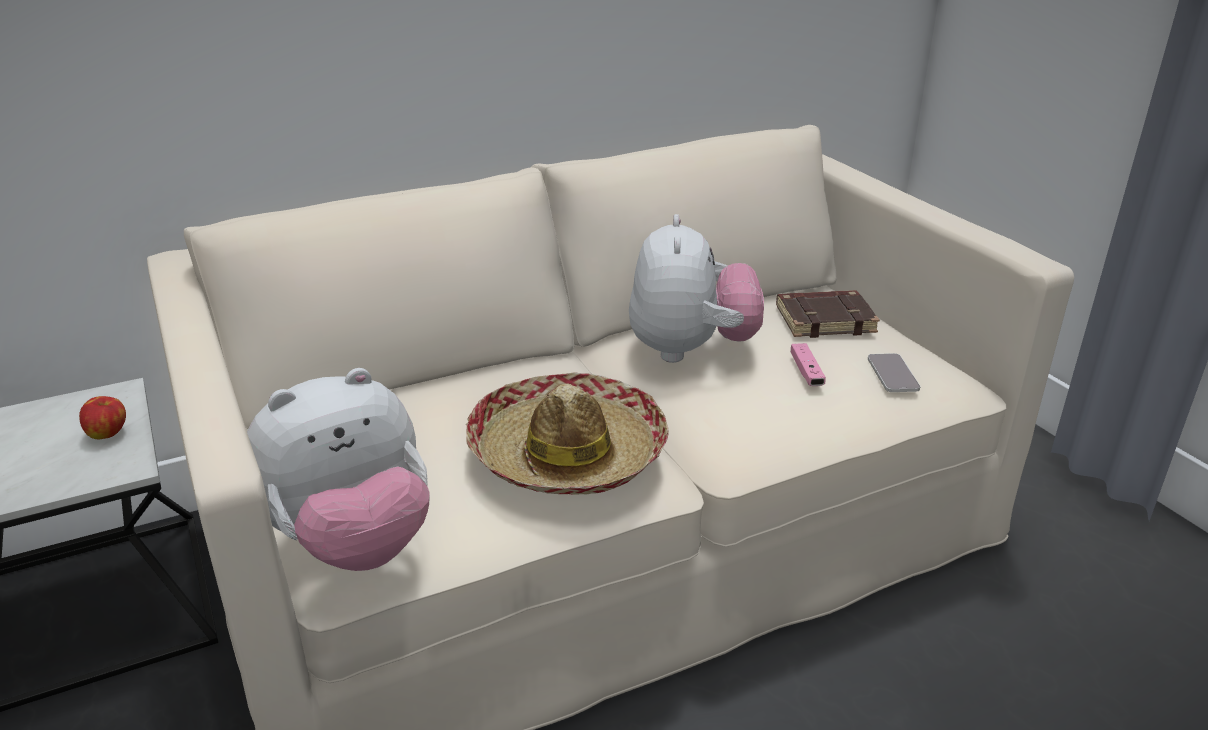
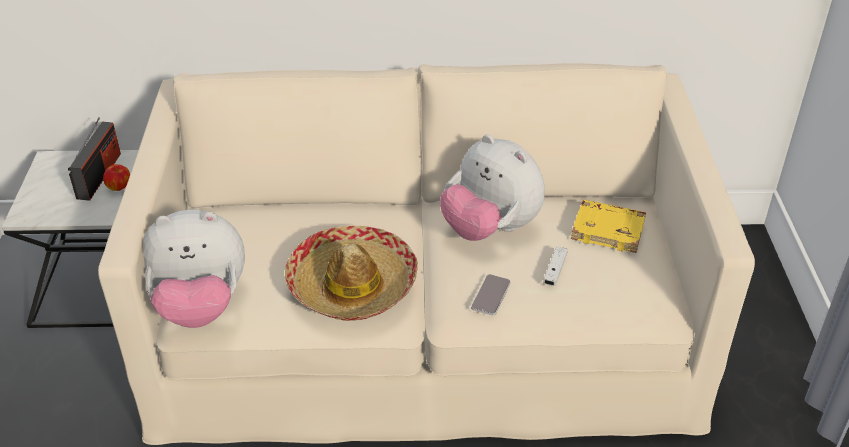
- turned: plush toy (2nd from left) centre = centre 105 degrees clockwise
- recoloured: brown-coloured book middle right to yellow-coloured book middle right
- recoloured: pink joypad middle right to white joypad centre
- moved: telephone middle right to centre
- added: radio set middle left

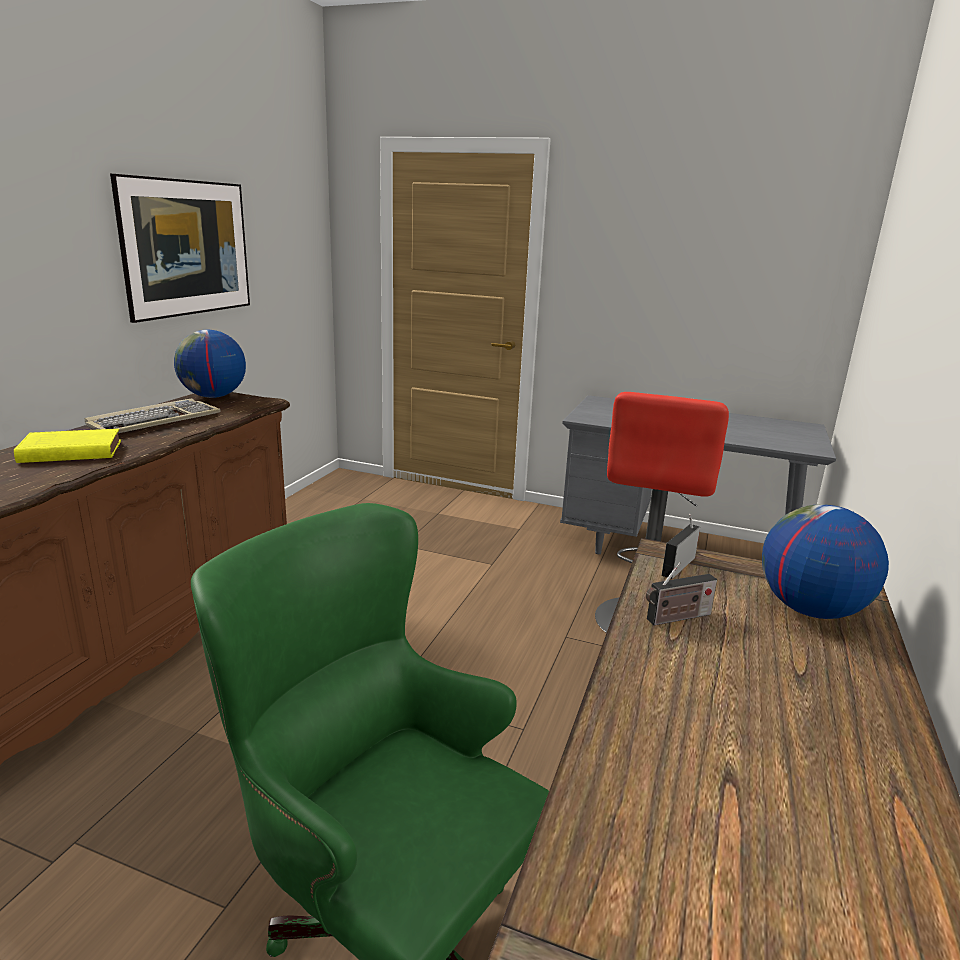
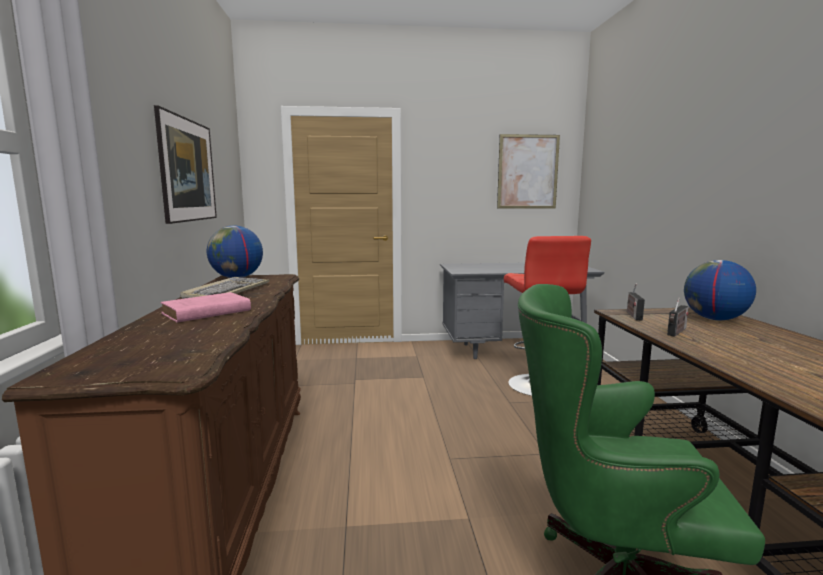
- recoloured: yellow-coloured book middle left to pink book middle left
- added: wall picture (2nd from left) top centre

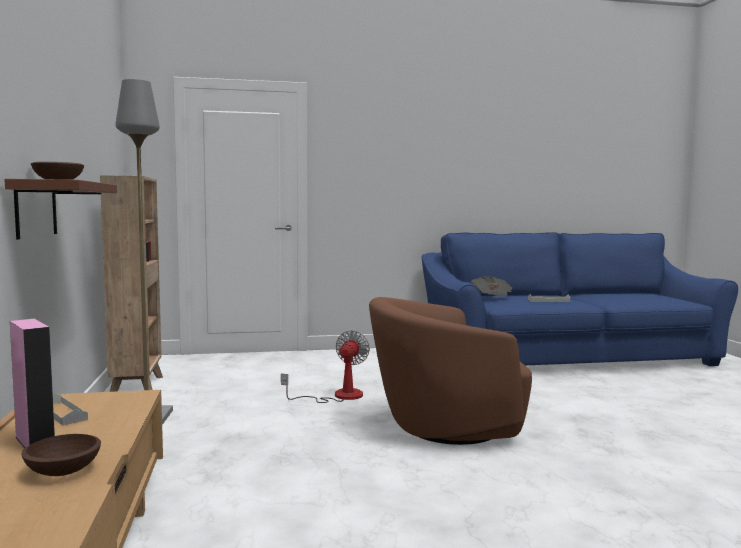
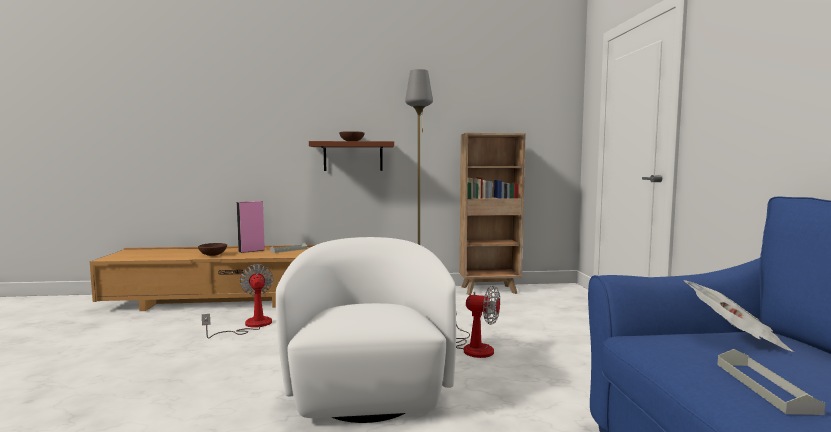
- recoloured: brown-coloured lounge chair bottom centre to white lounge chair bottom centre
- added: cooling fan (1st from left) bottom left

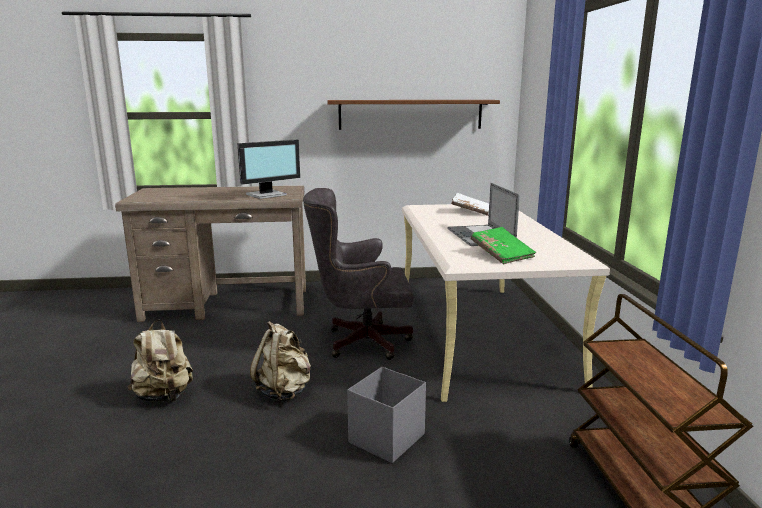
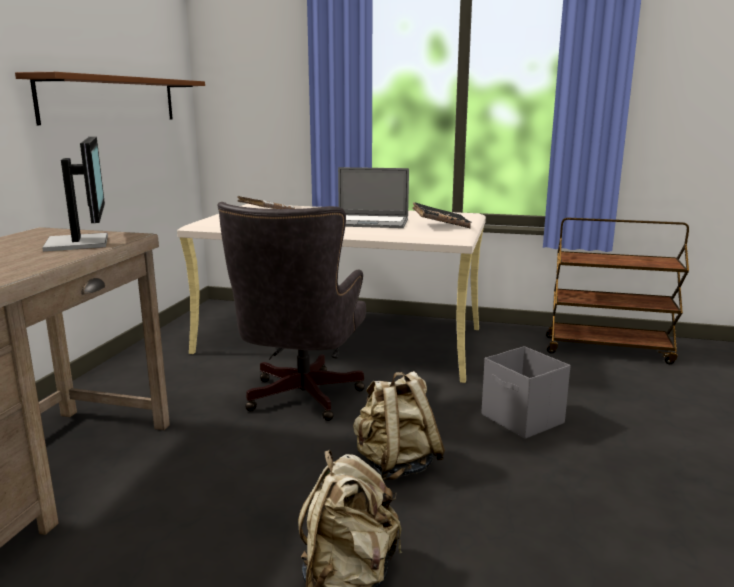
- recoloured: green-coloured book centre to black-coloured book centre

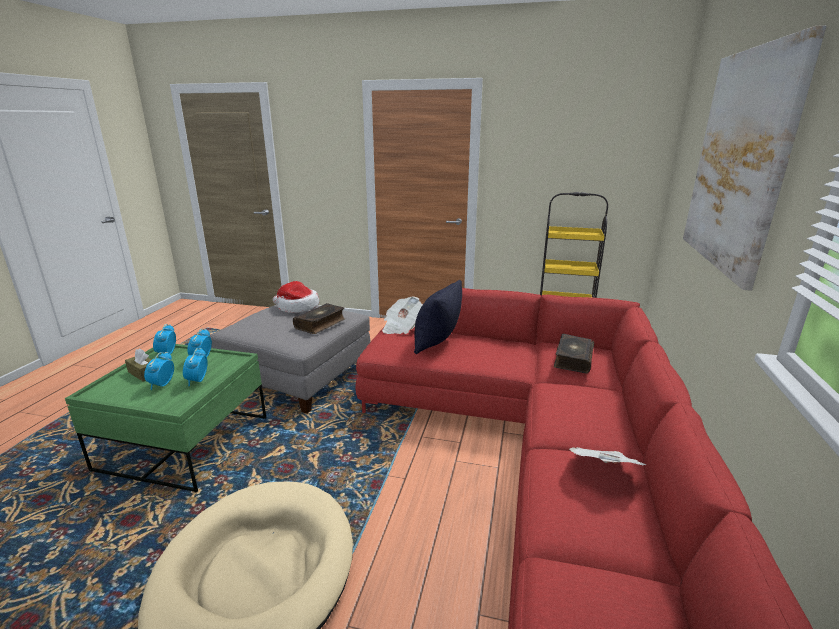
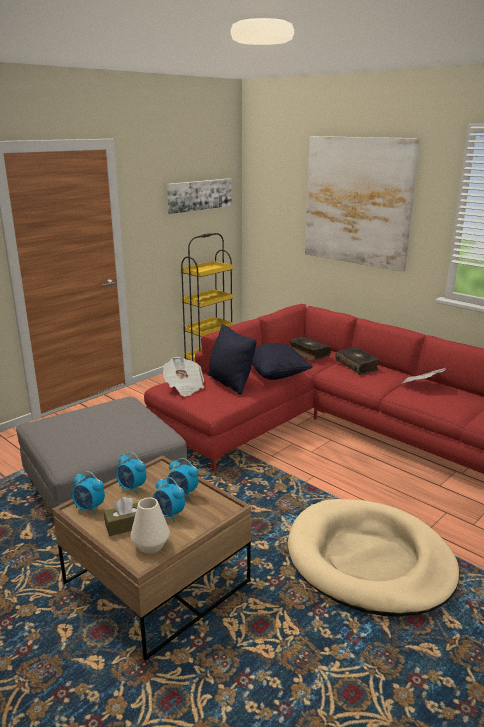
- removed: clothing hat centre
- moved: book (1st from left in the first image) centre to book (2nd from left) middle right
- recoloured: green-coloured lounge table middle left to brown-coloured lounge table bottom left
- added: wall picture (1st from left) top centre
- added: black-coloured throw pillow (2nd from left) centre
- added: white decorative vase bottom left

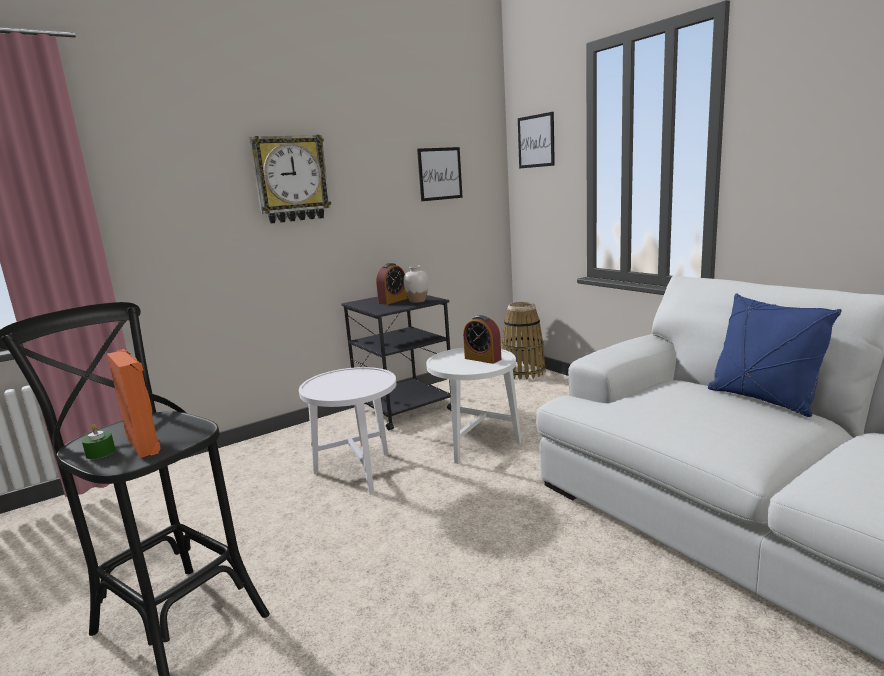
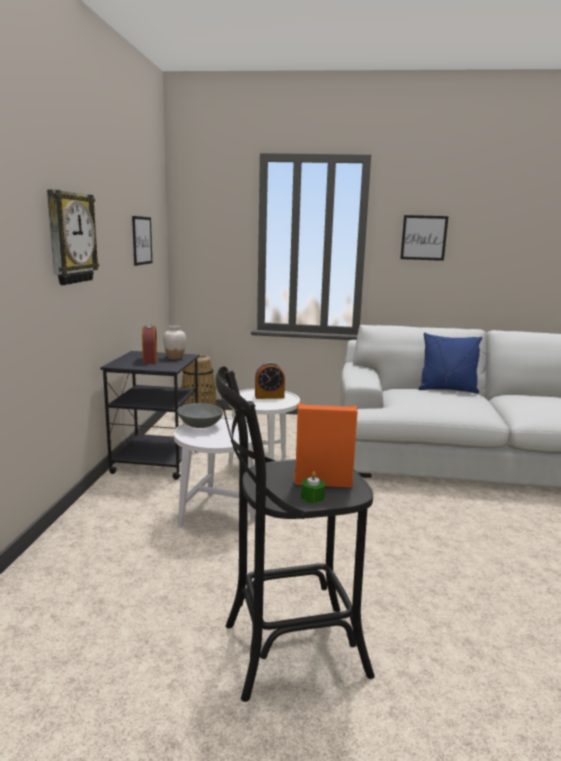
- moved: wall picture (2nd from left) top centre to top right
- added: greyish deep dish centre

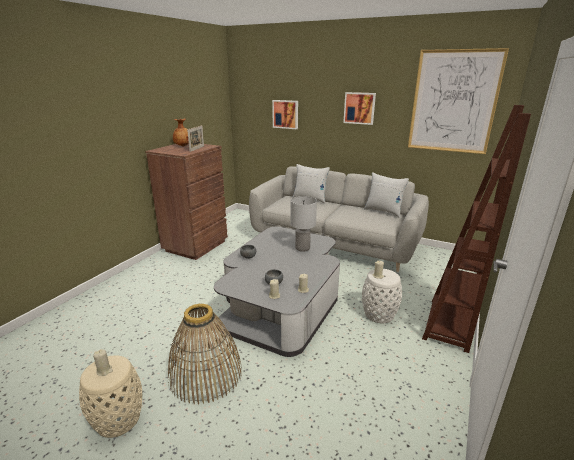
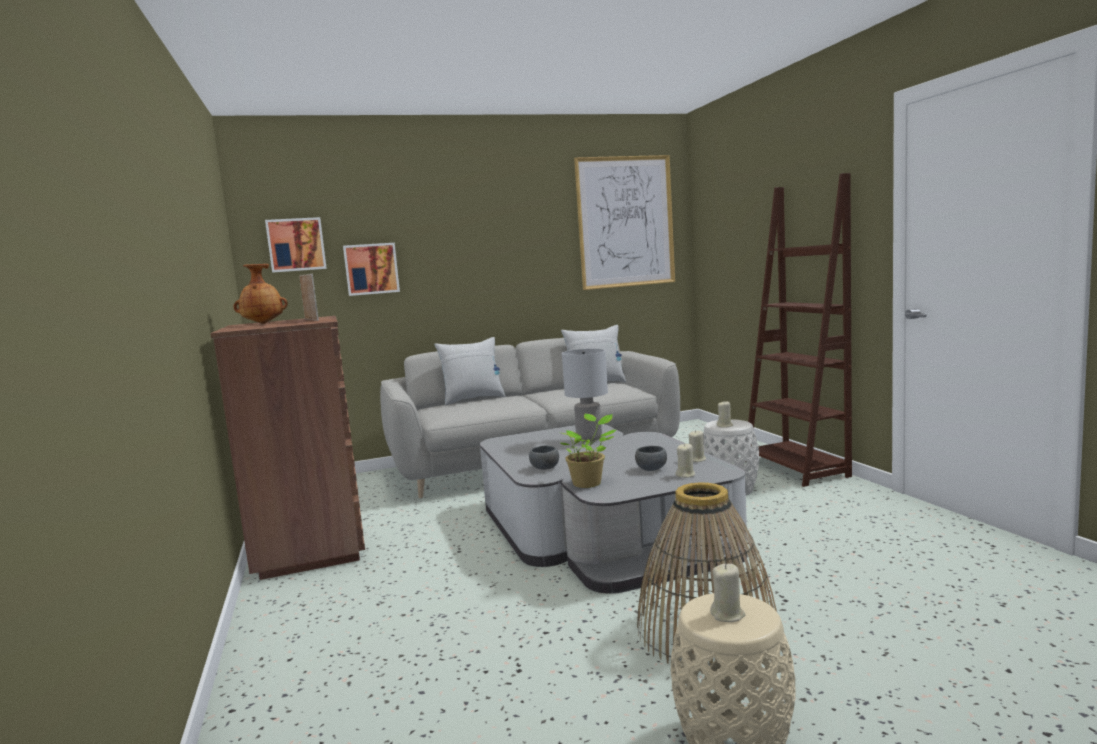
- moved: wall picture (2nd from left in the first image) top centre to wall picture (1st from left) top left
- added: potted plant centre

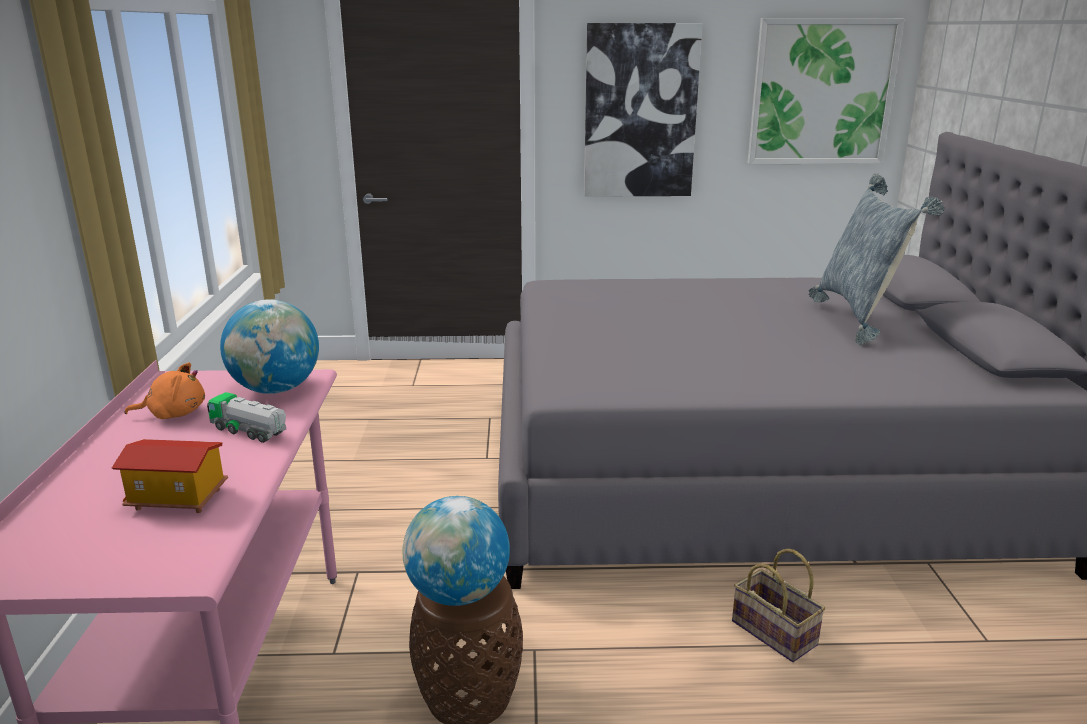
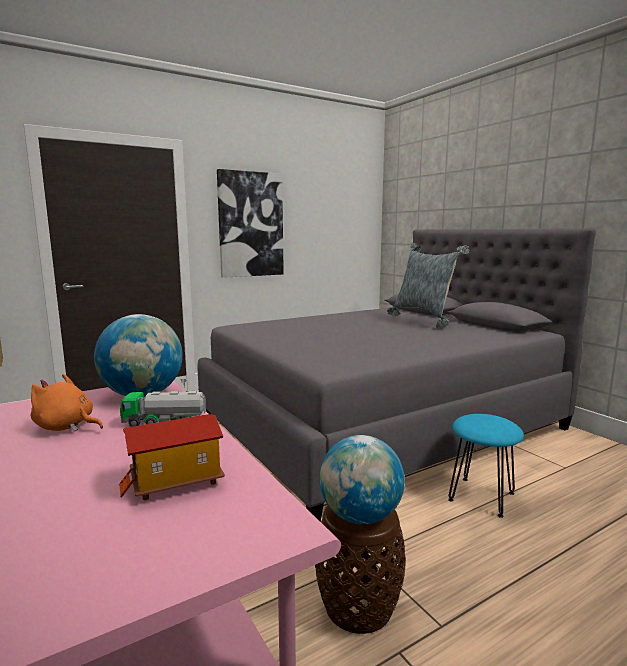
- removed: wall picture (2nd from left) top right
- turned: orange-coloured plush toy middle left = middle left 120 degrees counterclockwise
- replaced: household basket bottom right to turquoise-coloured sitting stool bottom right

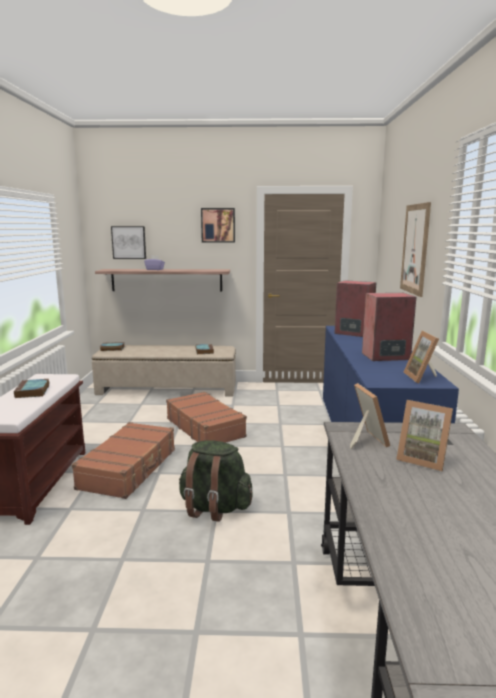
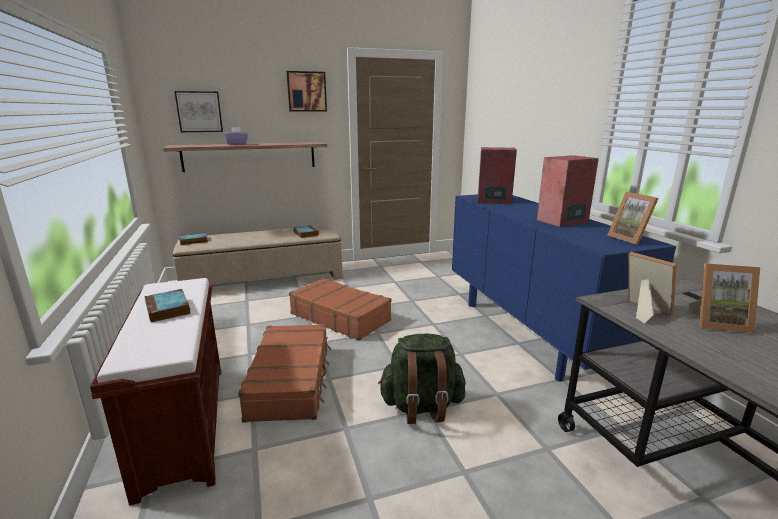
- removed: wall picture (3rd from left) middle right

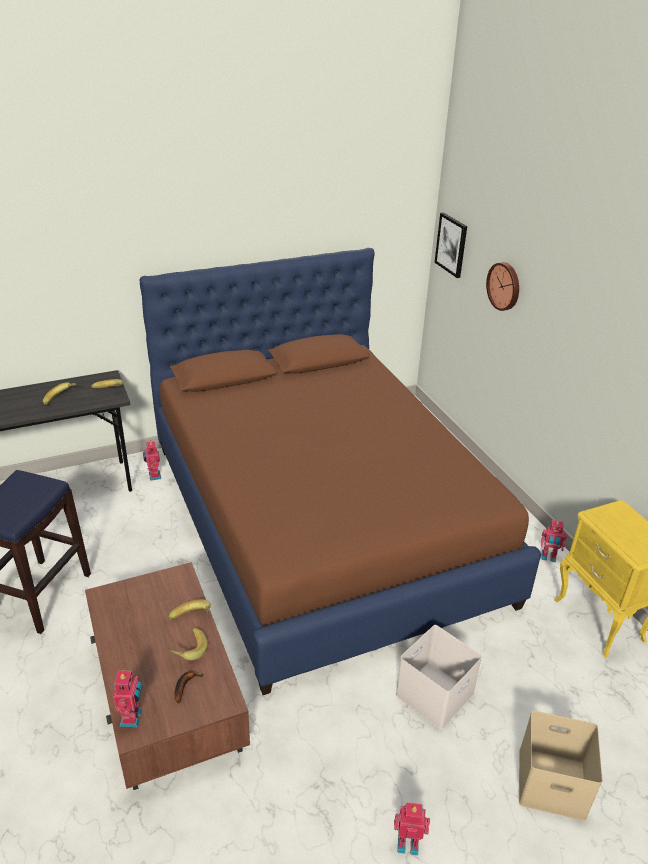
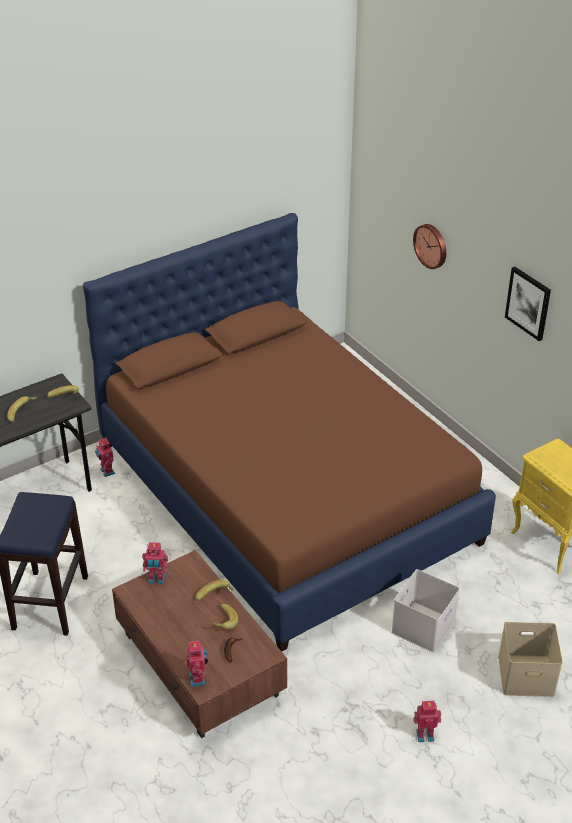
- moved: wall picture top right to middle right
- moved: toy robot (4th from left in the first image) middle right to toy robot (2nd from left) bottom left

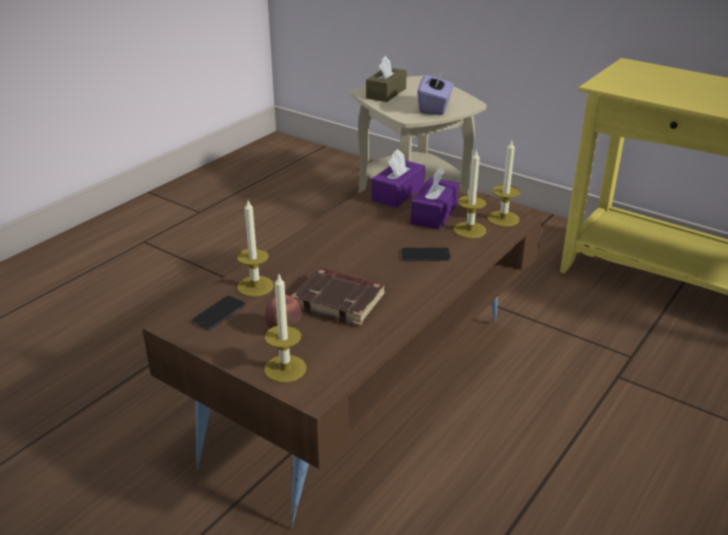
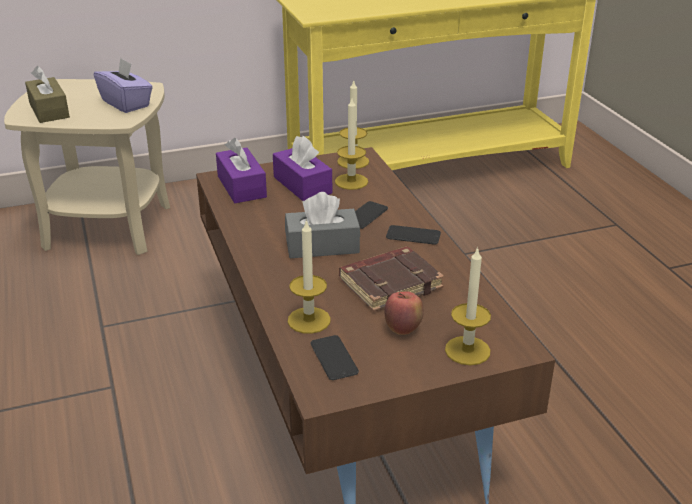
- added: greyish tissue box centre
- added: telephone (3rd from left) centre

